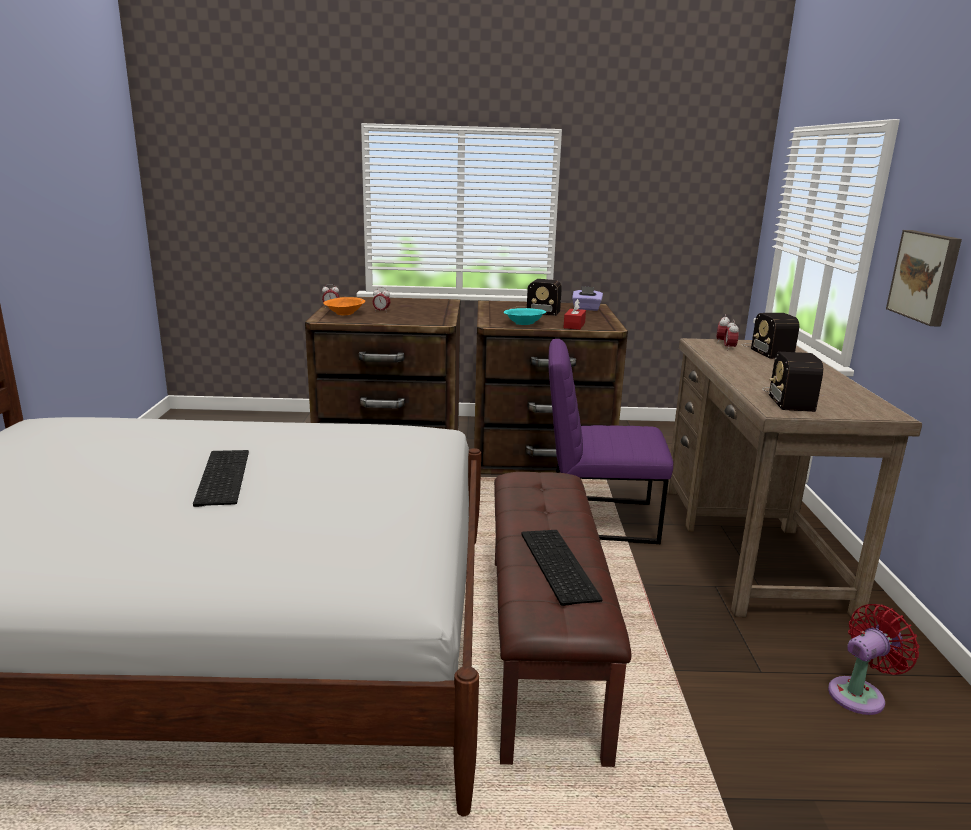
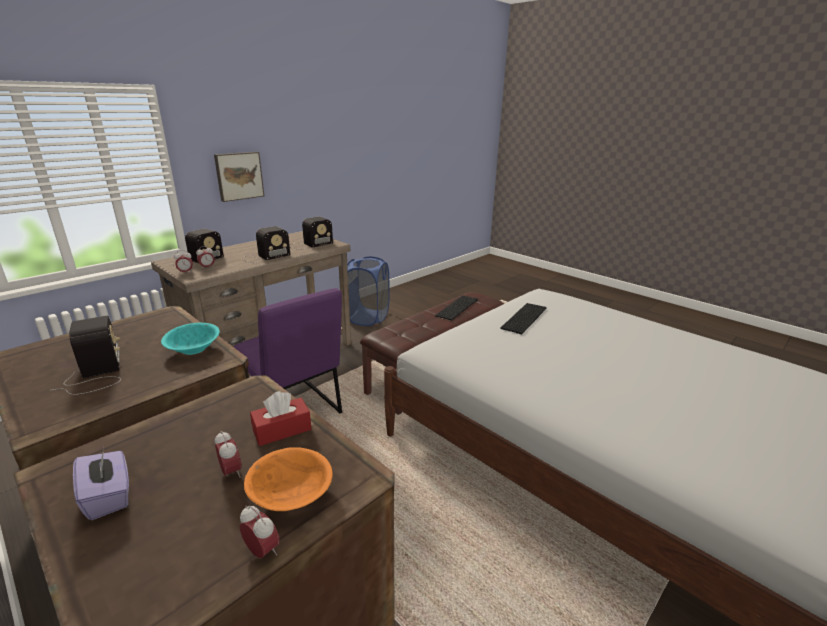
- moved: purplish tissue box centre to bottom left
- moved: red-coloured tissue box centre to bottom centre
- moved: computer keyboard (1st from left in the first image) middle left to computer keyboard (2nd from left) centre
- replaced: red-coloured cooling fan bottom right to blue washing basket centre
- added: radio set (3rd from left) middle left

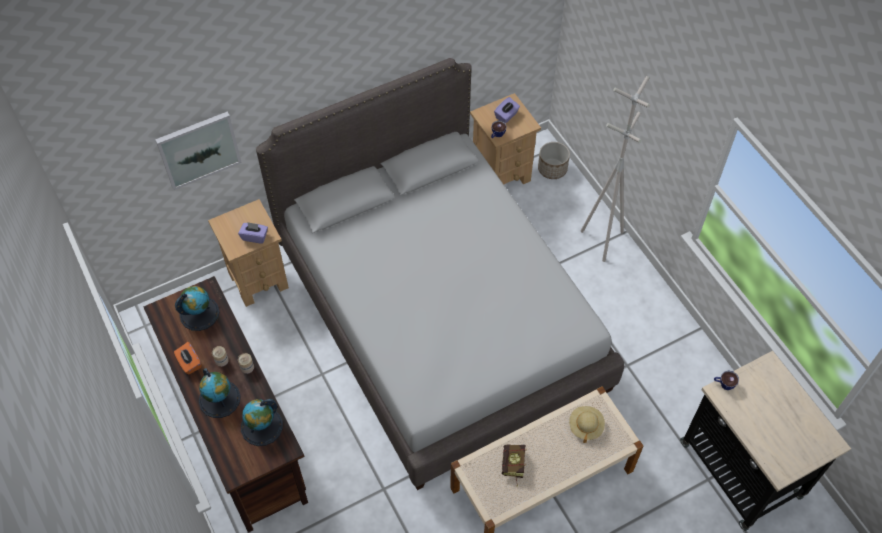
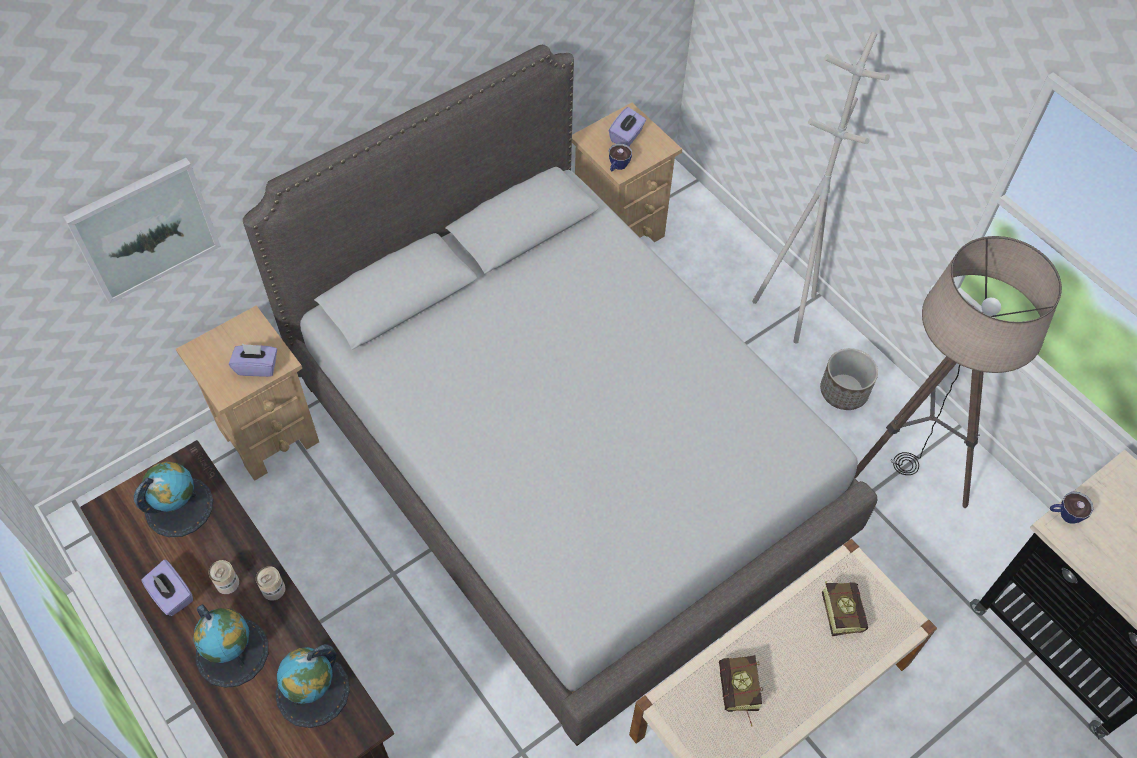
- moved: plant pot top centre to middle right
- recoloured: orange-coloured tissue box bottom left to purplish tissue box (1st from left) bottom left
- replaced: sand-coloured clothing hat bottom centre to book (2nd from left) bottom right
- added: standard lamp middle right

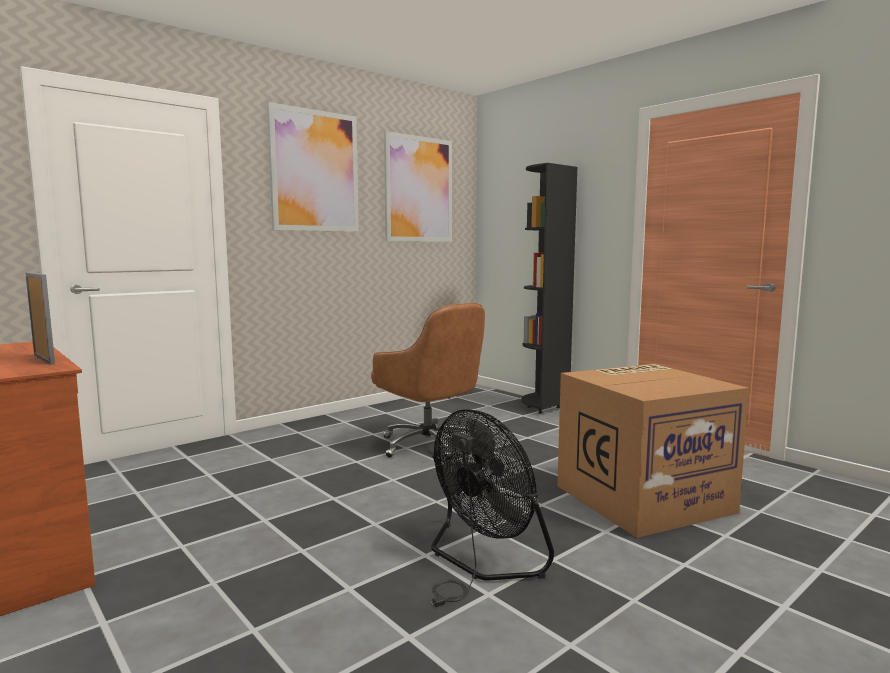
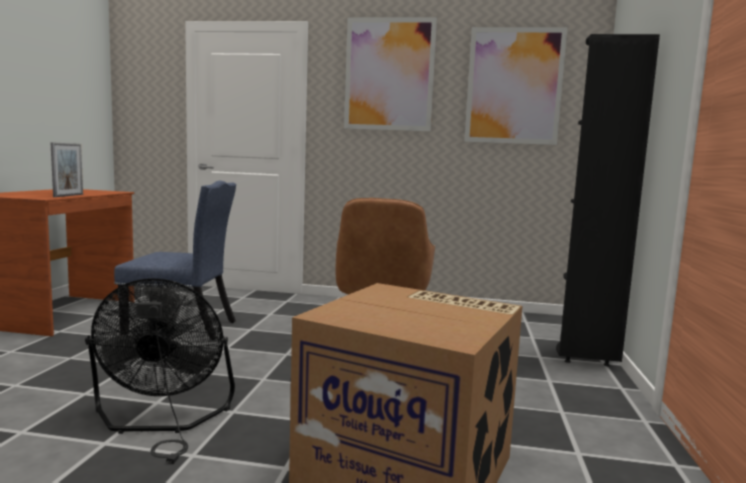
- turned: black-coloured cooling fan bottom centre = bottom left 105 degrees counterclockwise
- added: blue chair middle left

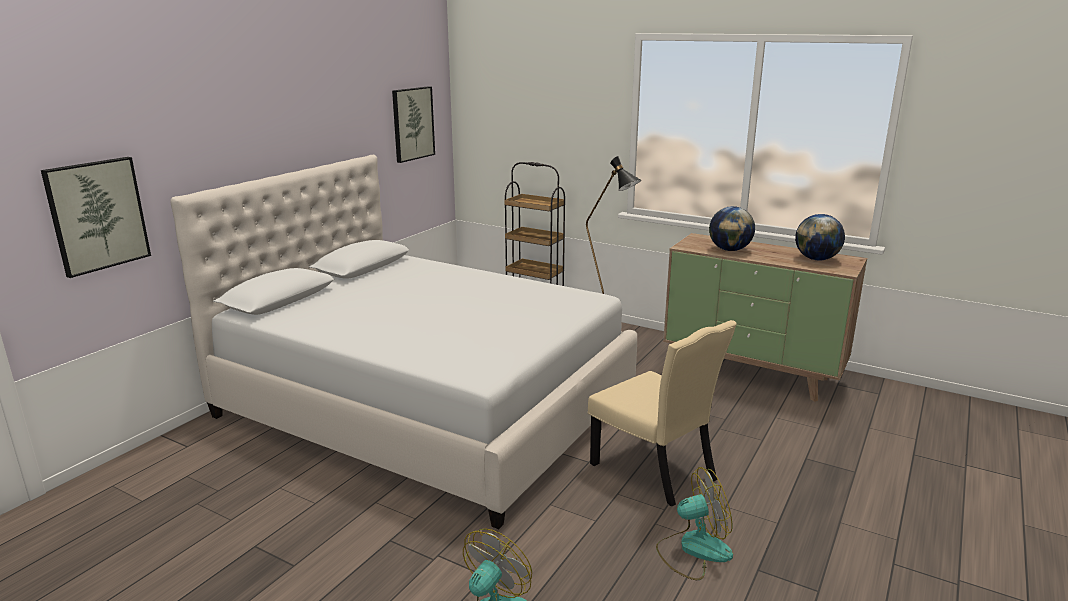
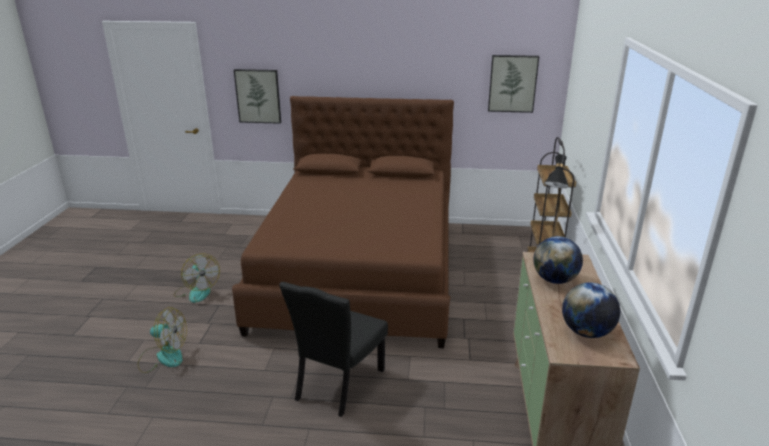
- recoloured: white sleeping bed centre to brown-coloured sleeping bed centre
- recoloured: sand-coloured chair bottom centre to black-coloured chair bottom centre
- moved: cooling fan (2nd from left) bottom centre to middle left

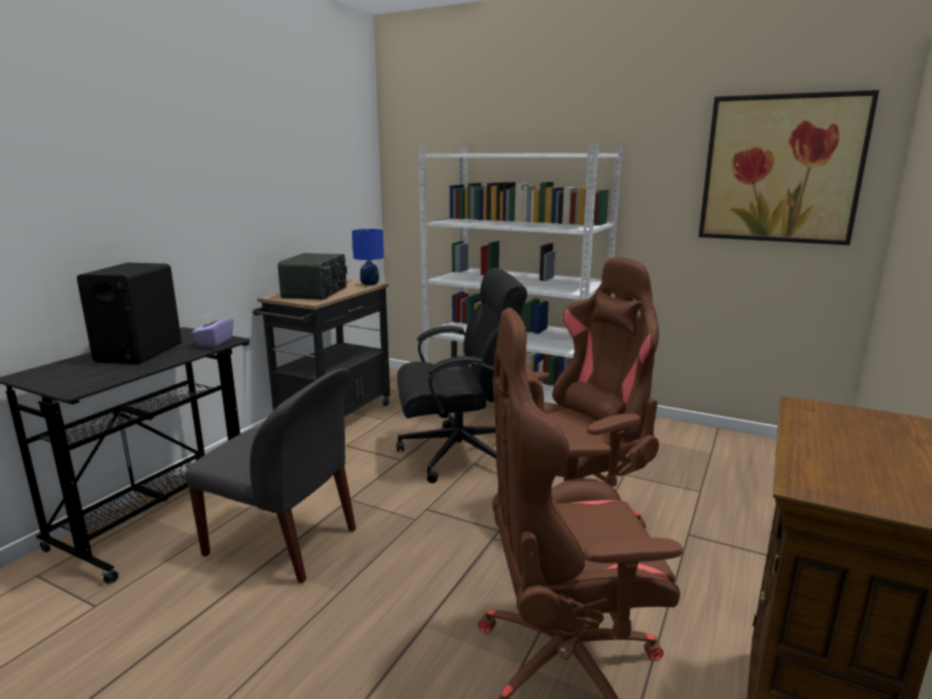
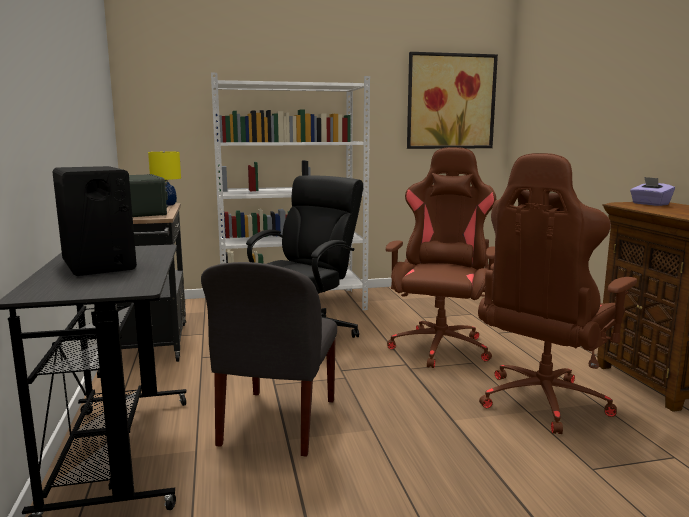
- recoloured: blue lamp for a table centre to yellow-coloured lamp for a table middle left
- moved: purplish tissue box middle left to middle right
- turned: greyish chair bottom left = bottom centre 120 degrees clockwise

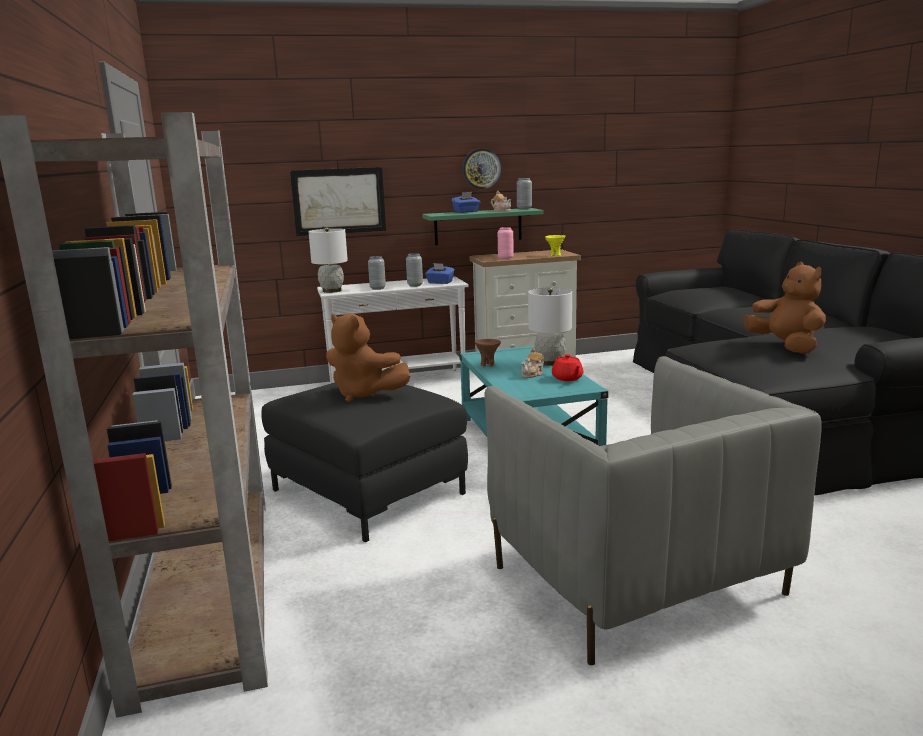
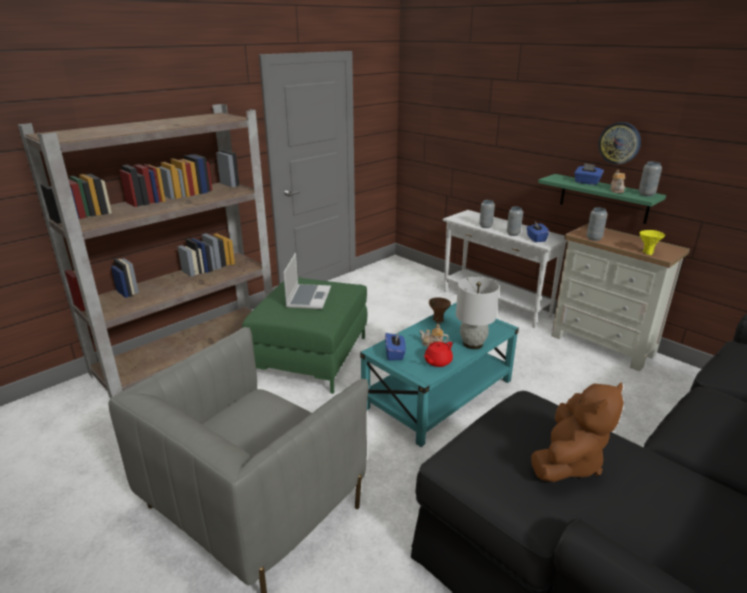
- removed: wall picture top centre
- removed: white lamp for a table (1st from left) centre
- recoloured: pink decorative vase top centre to greyish decorative vase (3rd from left) middle right
- replaced: brown-coloured plush toy (1st from left) centre to notebook computer centre
- recoloured: black-coloured pouffe centre to green-coloured pouffe centre
- added: blue tissue box (1st from left) centre

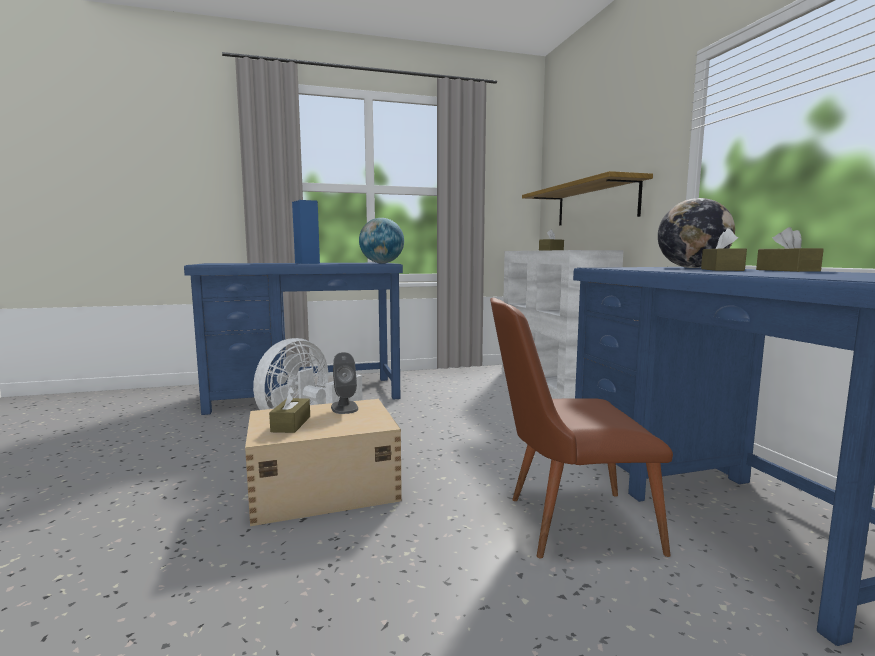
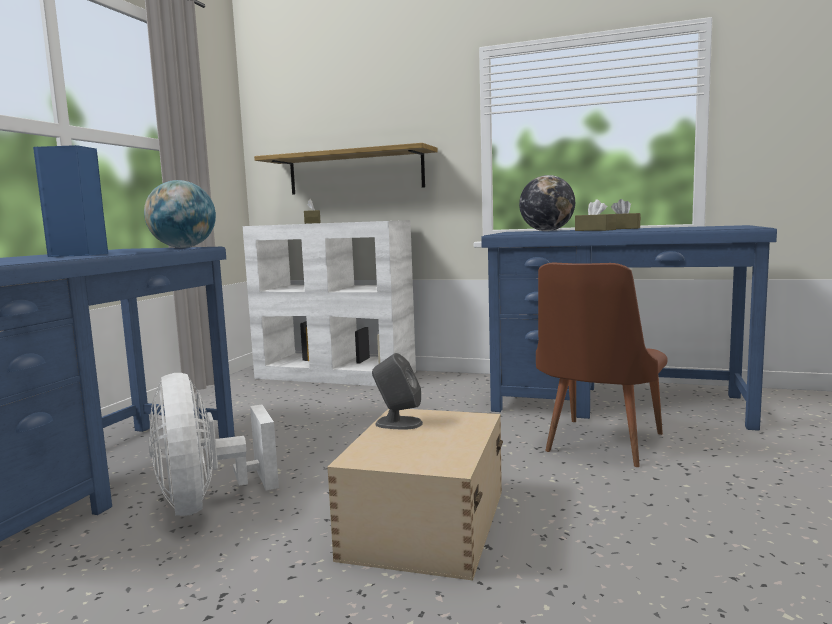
- removed: brown-coloured tissue box (1st from left) middle left

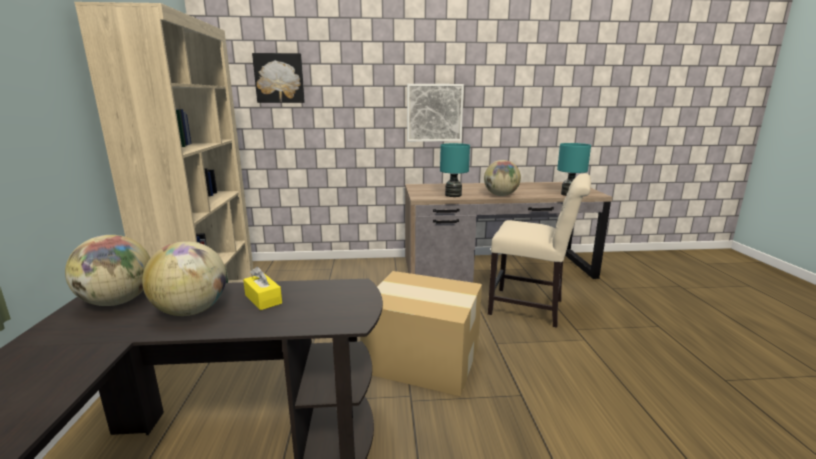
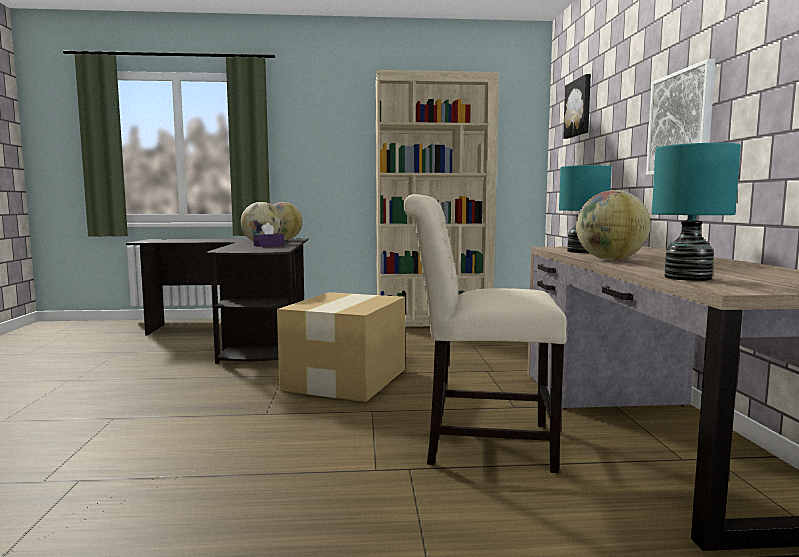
- turned: sand-coloured chair centre = centre 75 degrees clockwise
- recoloured: yellow-coloured tissue box middle left to purplish tissue box centre

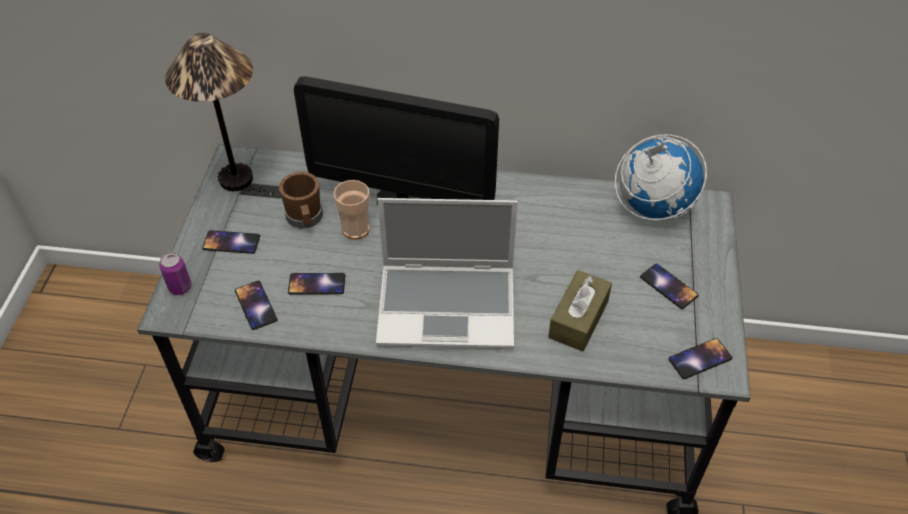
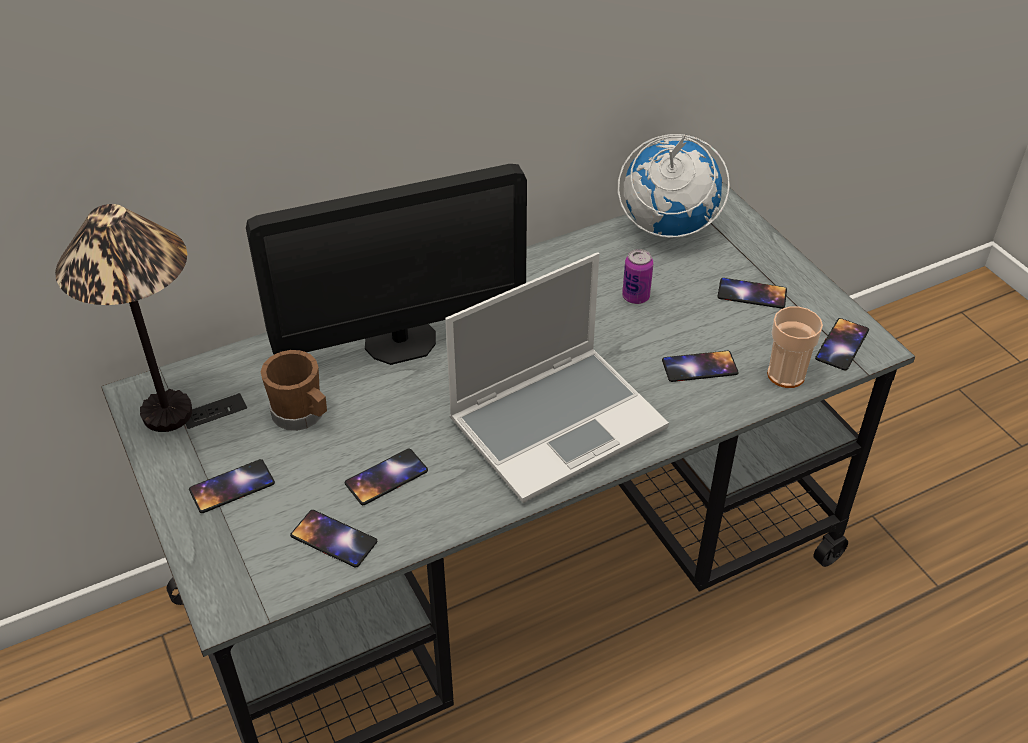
- moved: cup centre to middle right
- moved: sealed can middle left to centre
- replaced: brown-coloured tissue box centre to telephone (4th from left) middle right

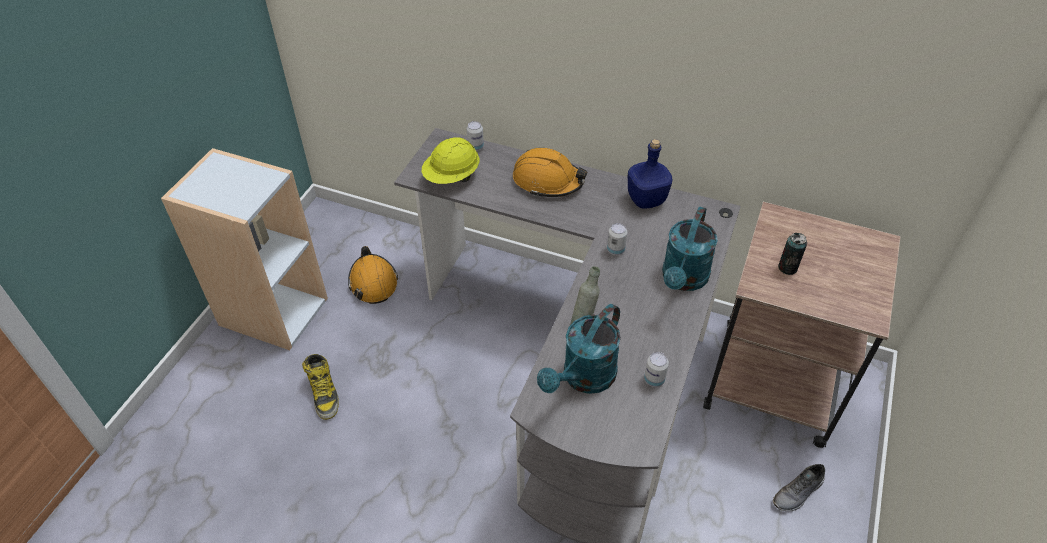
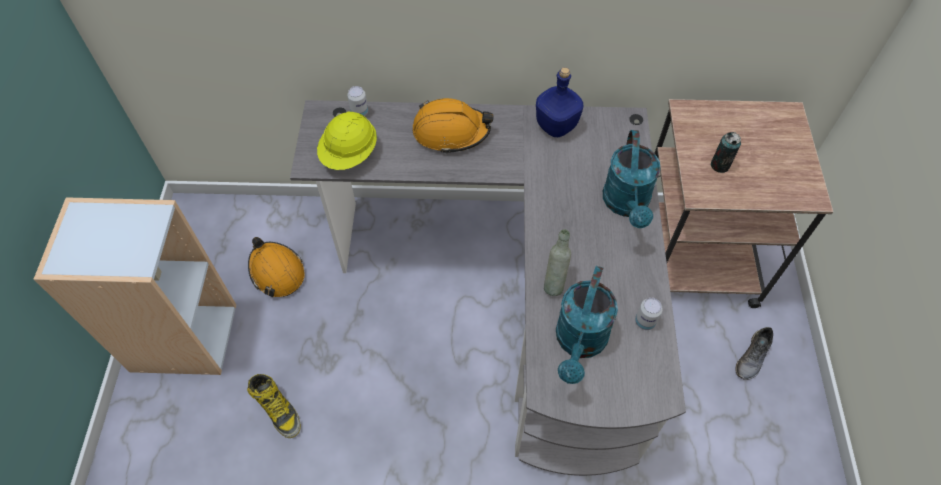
- removed: sealed can (2nd from left) centre

